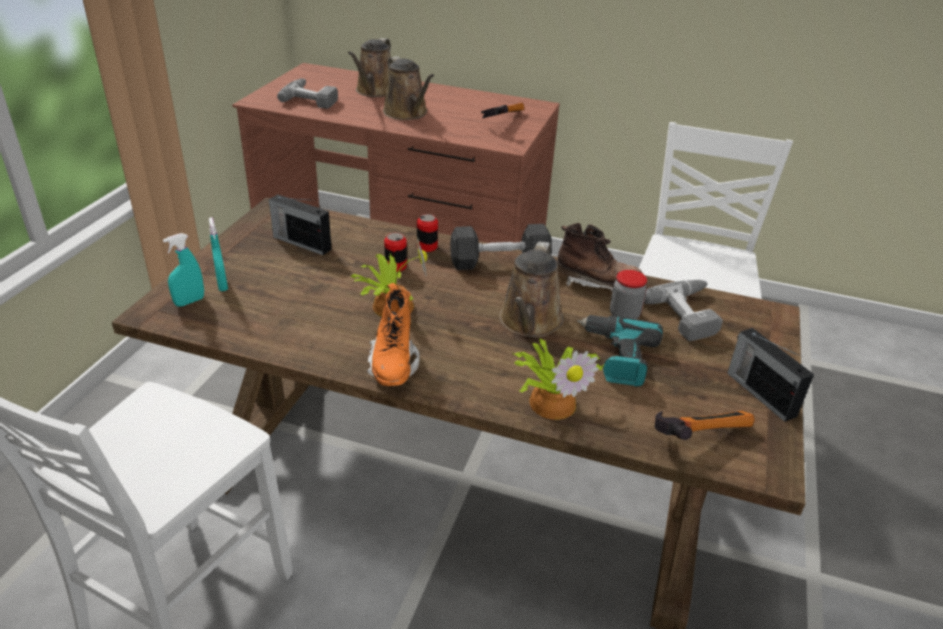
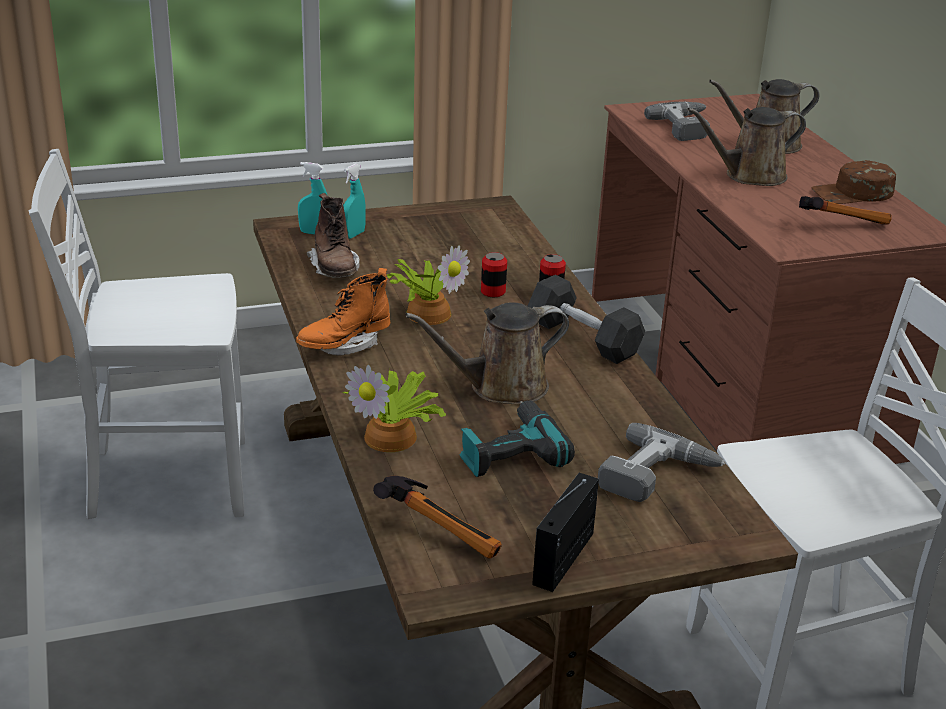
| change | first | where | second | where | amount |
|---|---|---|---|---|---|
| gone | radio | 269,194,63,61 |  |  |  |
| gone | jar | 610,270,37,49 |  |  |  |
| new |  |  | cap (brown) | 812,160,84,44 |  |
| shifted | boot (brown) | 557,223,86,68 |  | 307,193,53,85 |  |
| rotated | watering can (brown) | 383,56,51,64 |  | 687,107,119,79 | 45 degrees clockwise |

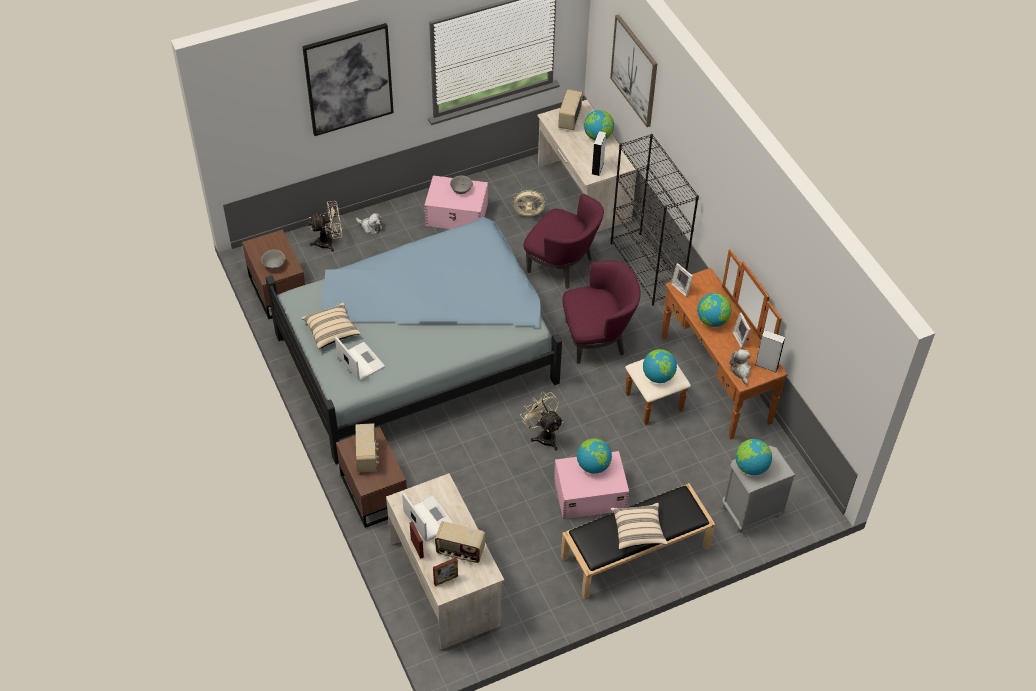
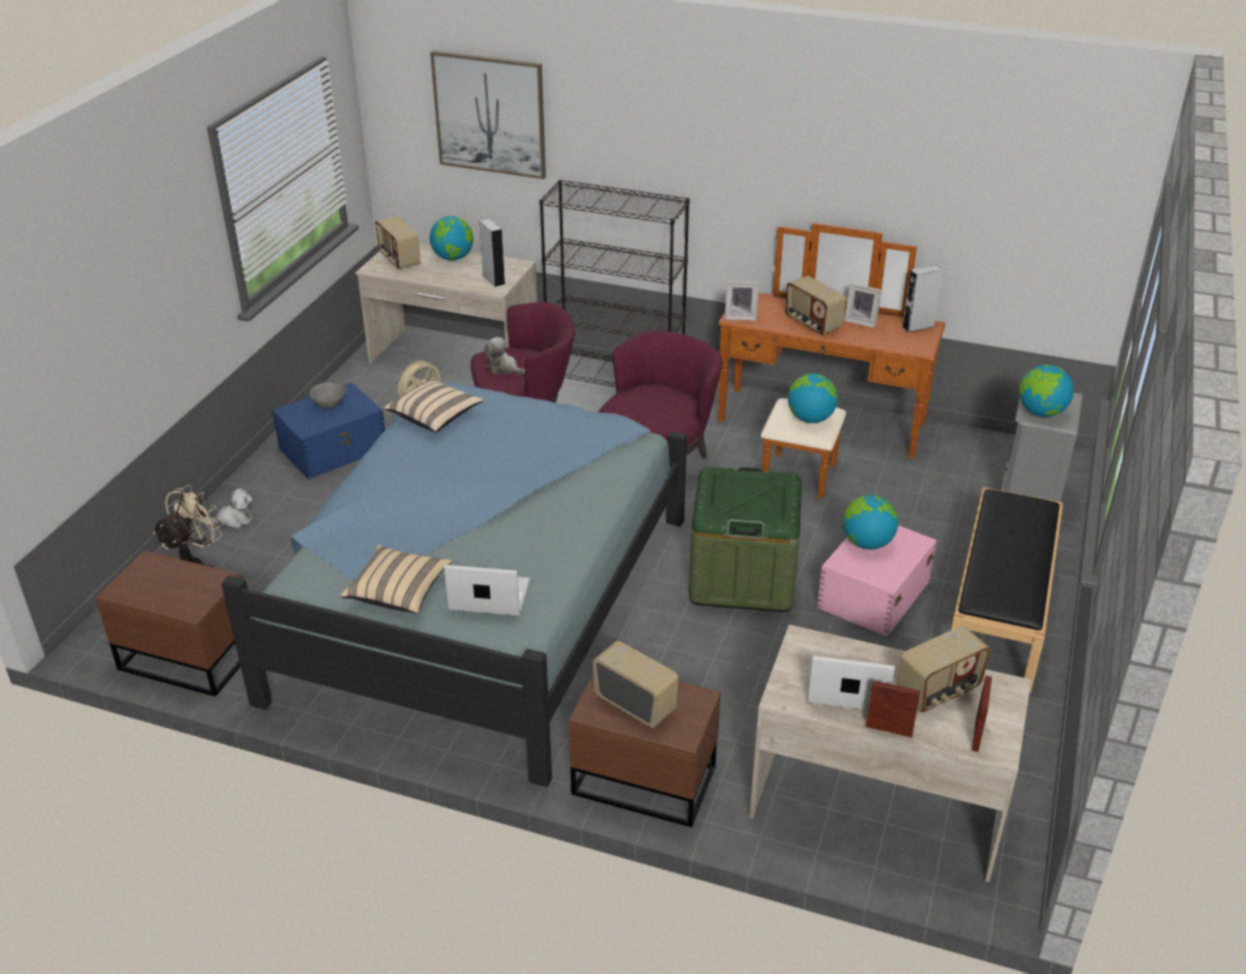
| change | first | where | second | where | amount |
|---|---|---|---|---|---|
| gone | bowl (grey) | 261,250,24,20 |  |  |  |
| gone | picture | 302,23,92,113 |  |  |  |
| shifted | pillow (beige) | 611,503,57,47 |  | 384,378,100,54 |  |
| shifted | plush toy | 729,349,22,36 |  | 484,337,41,38 |  |
| swapped | fan (beige) | 520,392,43,58 | storage box (green) | 689,466,113,146 |  |
| swapped | globe | 697,293,34,34 | radio | 785,276,61,59 |  |
| repainted | storage box (pink) | 425,175,63,54 | storage box (blue) | 272,382,113,97 |  |

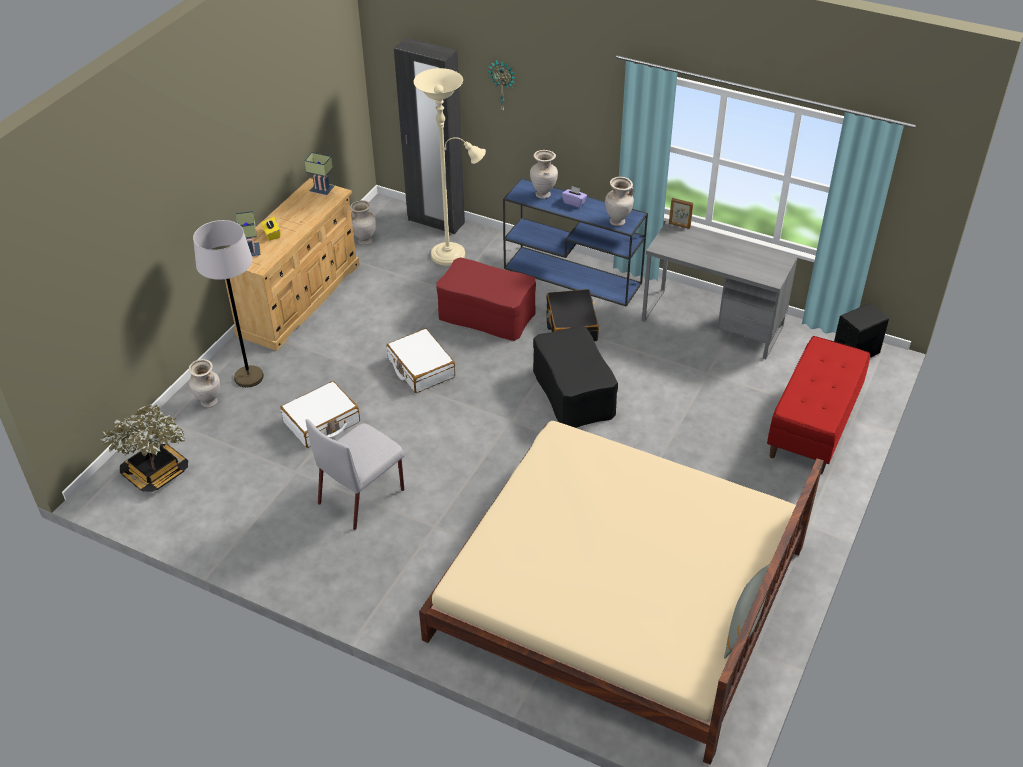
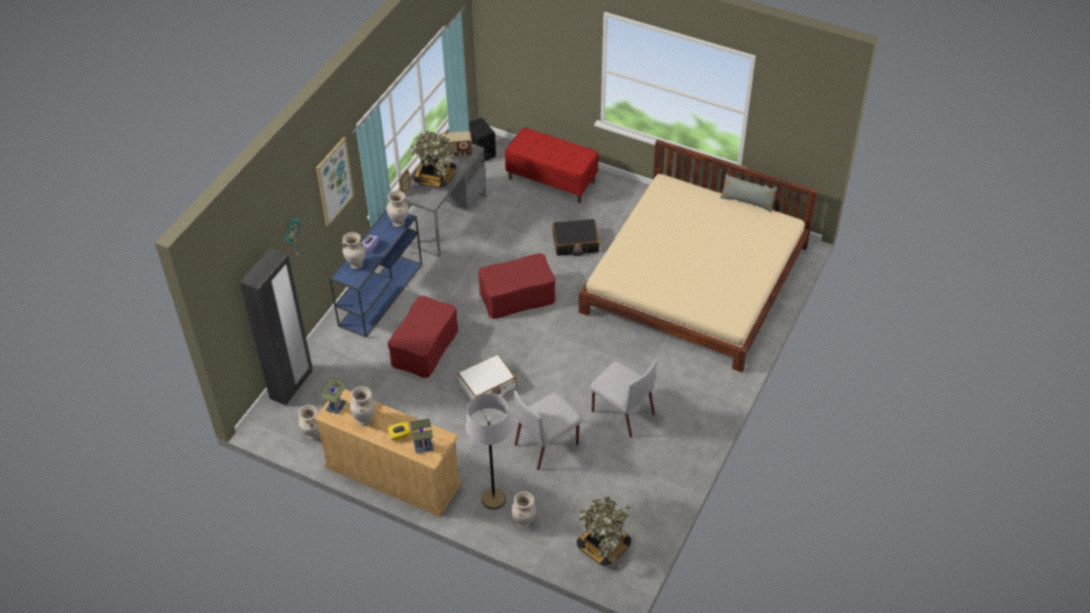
| change | first | where | second | where | amount |
|---|---|---|---|---|---|
| gone | floor lamp (beige) | 414,68,72,198 |  |  |  |
| new |  |  | picture | 316,137,38,89 |  |
| new |  |  | vase (beige) | 350,387,25,38 |  |
| new |  |  | potted plant | 410,131,47,57 |  |
| new |  |  | radio | 441,131,31,26 |  |
| shifted | suitcase (black) | 546,289,53,52 |  | 552,219,47,37 |  |
| swapped | suitcase (white) | 280,381,80,67 | chair (grey) | 514,390,68,80 |  |
| repainted | ottoman (black) | 533,325,85,103 | ottoman (red) | 478,253,77,66 |  |

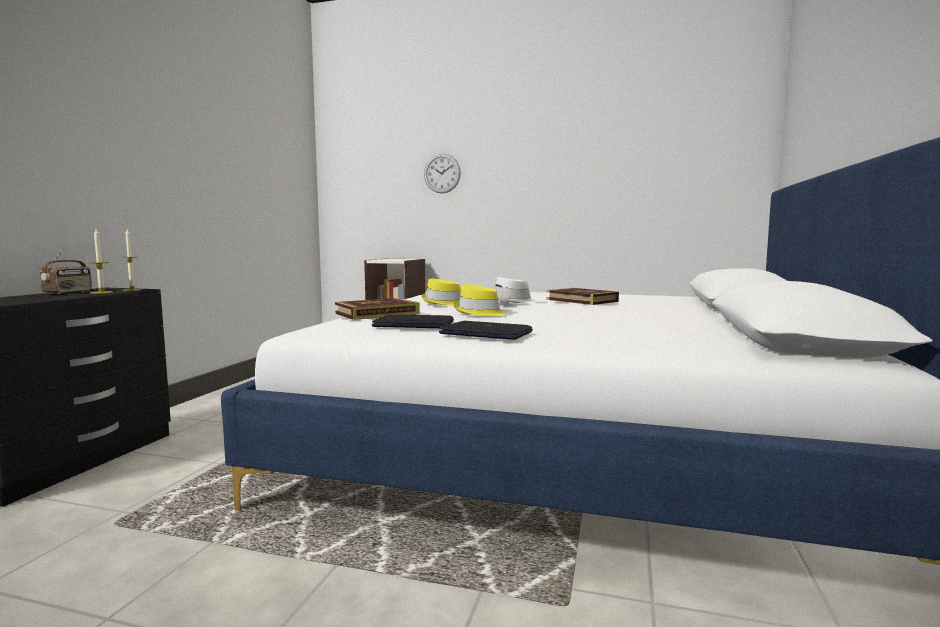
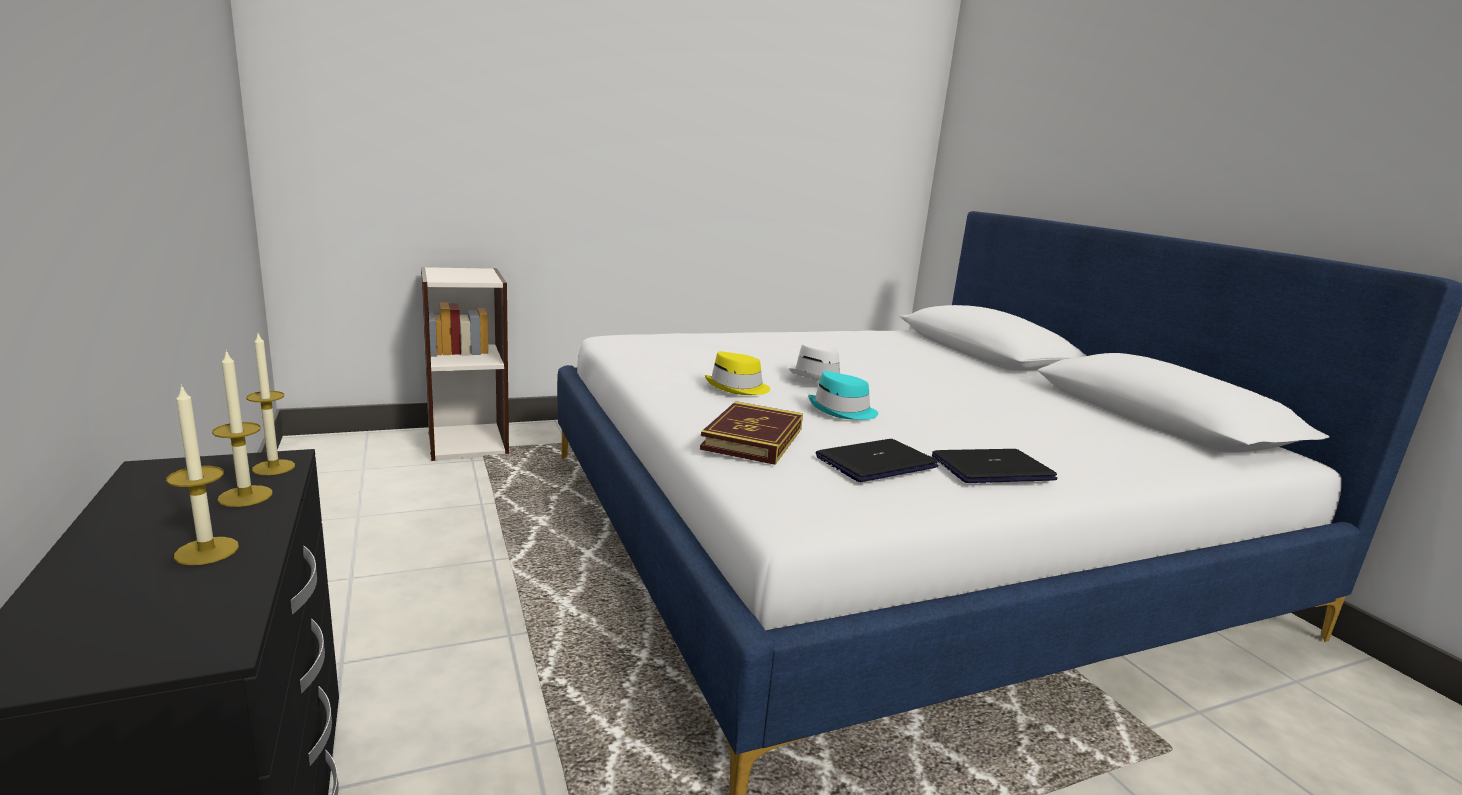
| change | first | where | second | where | amount |
|---|---|---|---|---|---|
| gone | radio | 40,247,52,47 |  |  |  |
| gone | wall clock | 424,154,37,39 |  |  |  |
| gone | book | 547,288,72,17 |  |  |  |
| new |  |  | candle | 166,384,73,181 |  |
| repainted | hat (yellow) | 454,284,53,32 | hat (turquoise) | 808,371,70,49 |  |

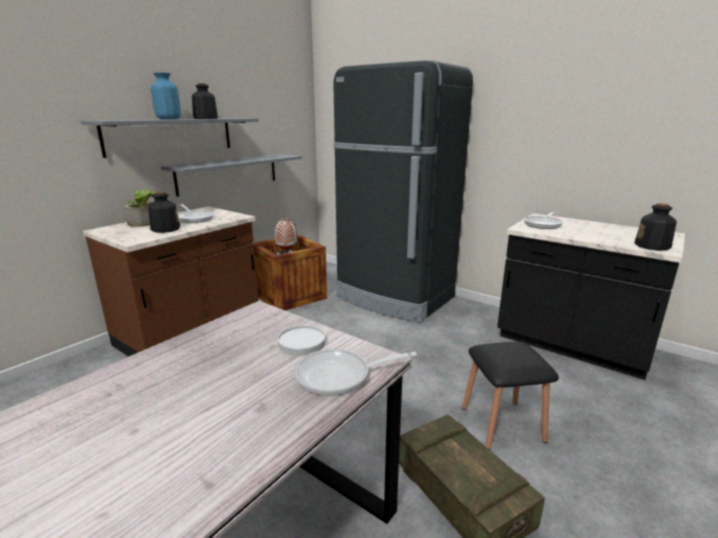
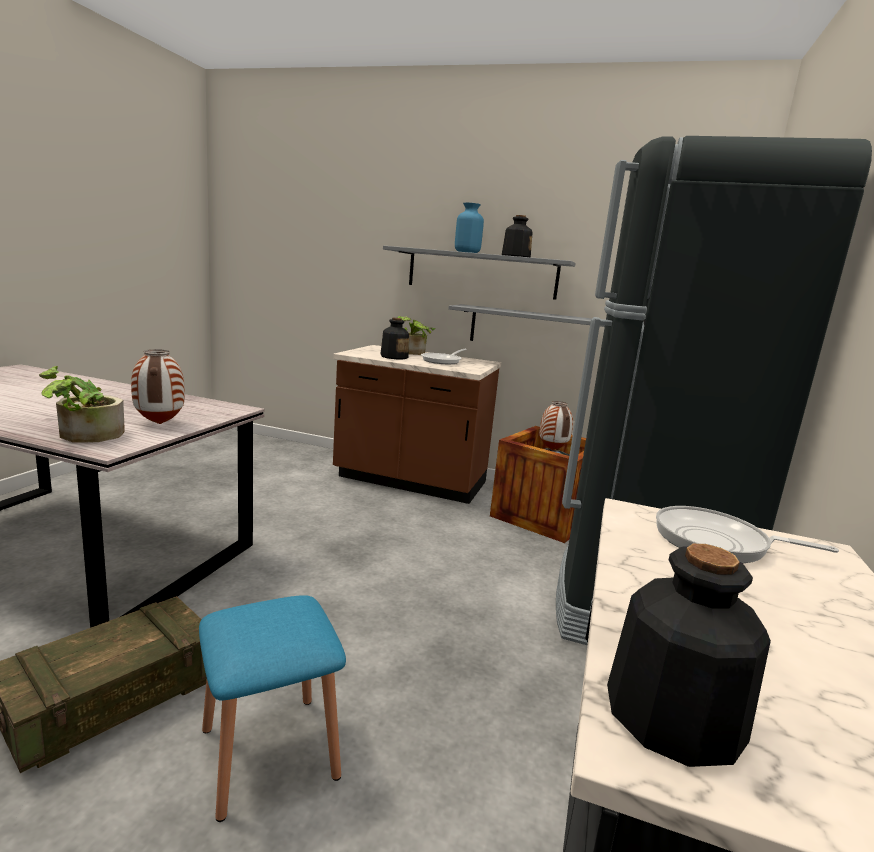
| change | first | where | second | where | amount |
|---|---|---|---|---|---|
| swapped | plate (white) | 278,326,48,30 | vase | 131,349,54,75 |  |
| swapped | frying pan | 294,349,123,47 | potted plant | 39,366,86,76 |  |
| repainted | stool (black) | 462,342,97,108 | stool (blue) | 199,595,147,227 |  |

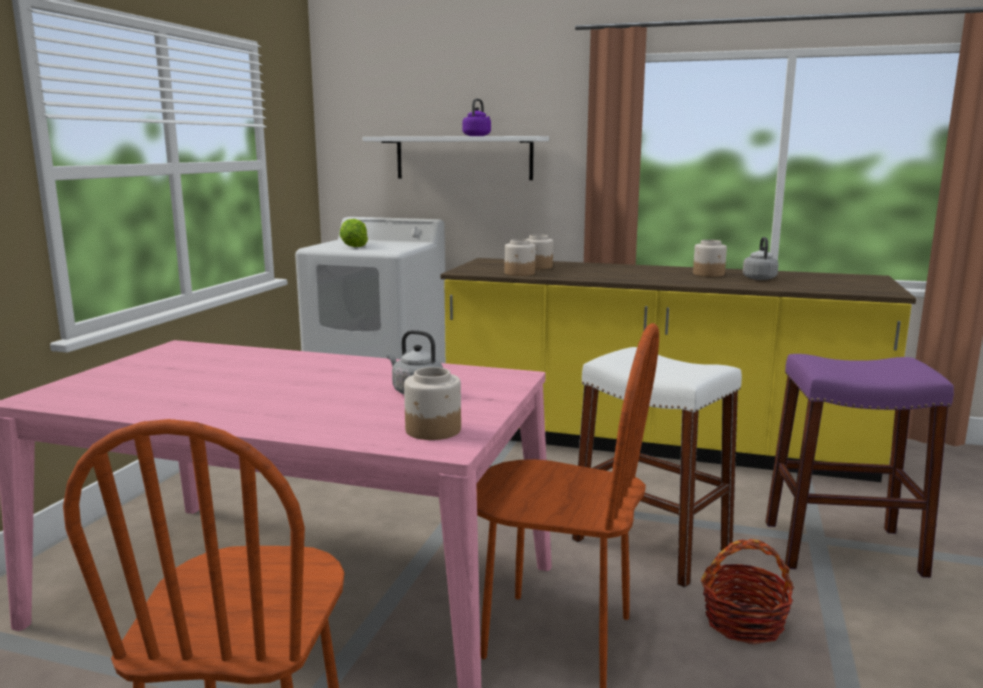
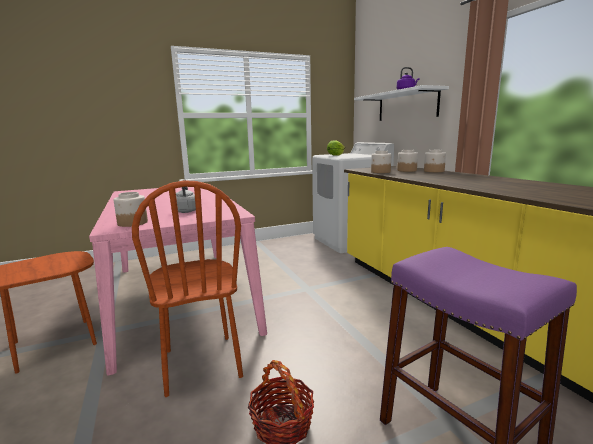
| change | first | where | second | where | amount |
|---|---|---|---|---|---|
| gone | stool (white) | 572,347,170,241 |  |  |  |
| gone | kettle (grey) | 743,237,36,43 |  |  |  |
| shifted | jar | 693,240,34,37 |  | 424,150,22,22 |  |

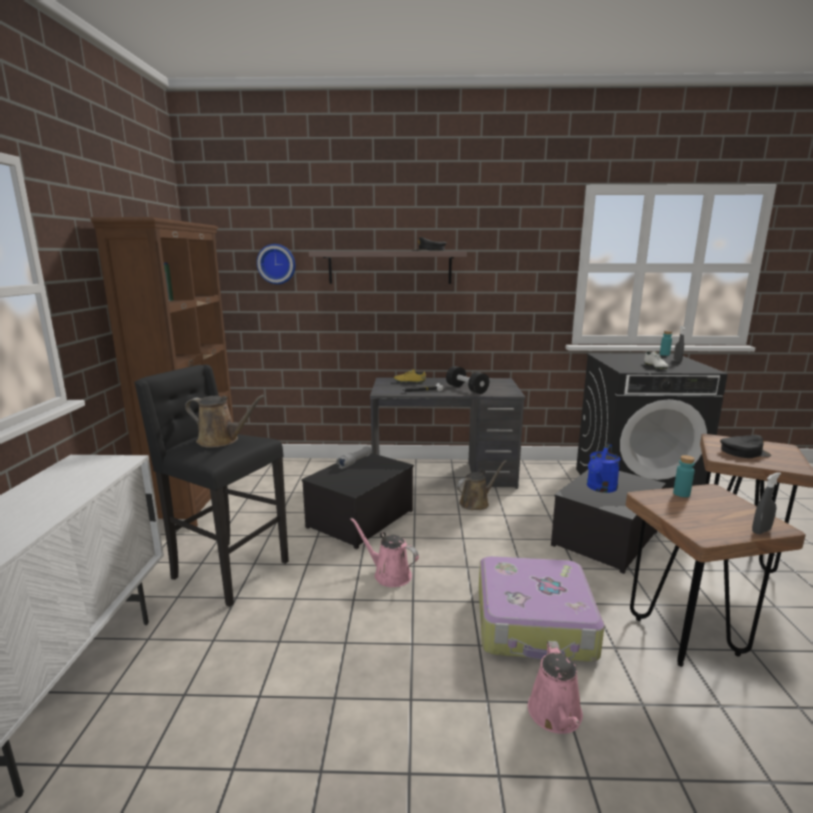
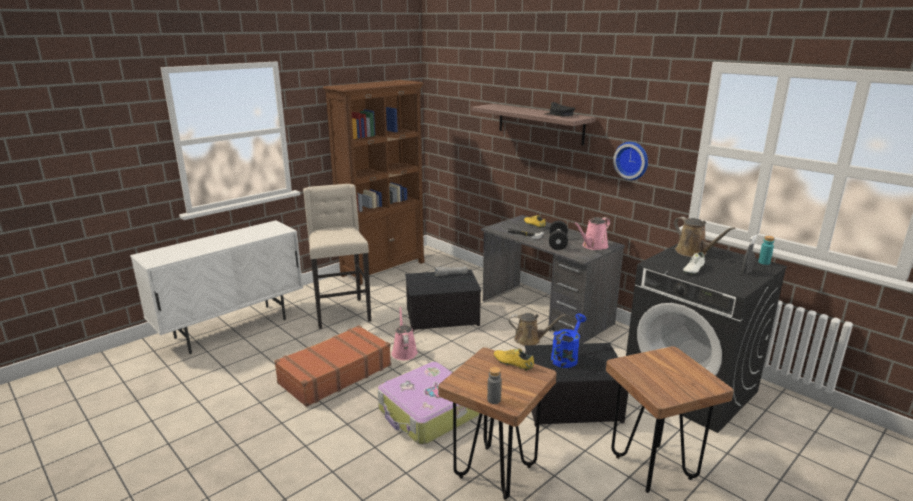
| change | first | where | second | where | amount |
|---|---|---|---|---|---|
| gone | cap (black) | 720,435,51,23 |  |  |  |
| new |  |  | suitcase (brown) | 274,325,117,82 |  |
| shifted | watering can (brown) | 185,395,80,53 |  | 674,217,61,40 |  |
| shifted | wall clock | 257,244,38,40 |  | 613,142,35,38 |  |
| shifted | watering can (pink) | 528,641,55,93 |  | 573,217,38,33 |  |
| swapped | bottle (turquoise) | 673,455,22,42 | shoe (yellow) | 494,349,40,22 |  |
| swapped | spray bottle (grey) | 752,472,29,62 | bottle (grey) | 487,367,15,37 |  |
| repainted | stool (black) | 134,365,155,242 | stool (beige) | 303,184,68,145 |  |
| rotated | watering can (blue) | 587,444,33,49 |  | 551,313,35,55 | 135 degrees clockwise |

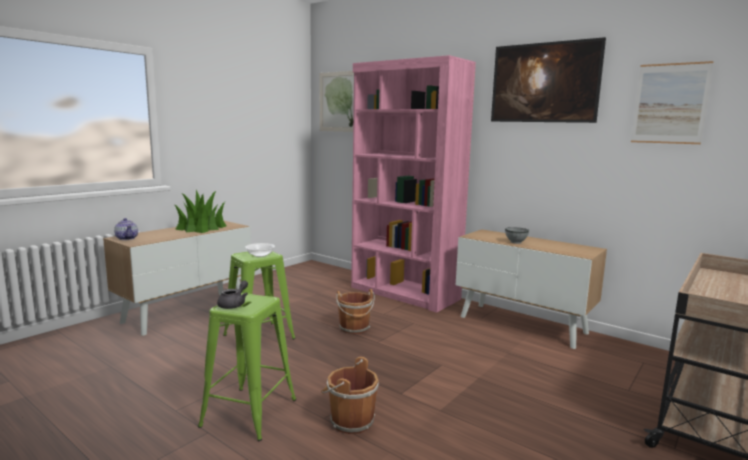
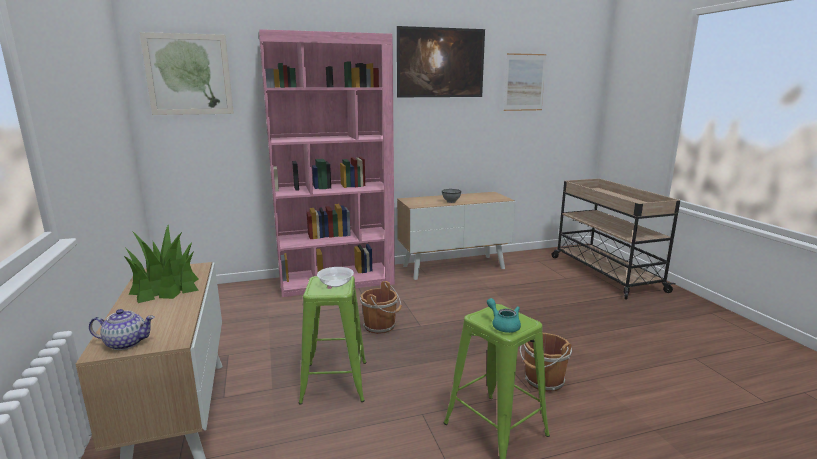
| change | first | where | second | where | amount |
|---|---|---|---|---|---|
| repainted | teapot (grey) | 217,280,31,29 | teapot (turquoise) | 487,298,34,35 |  |

